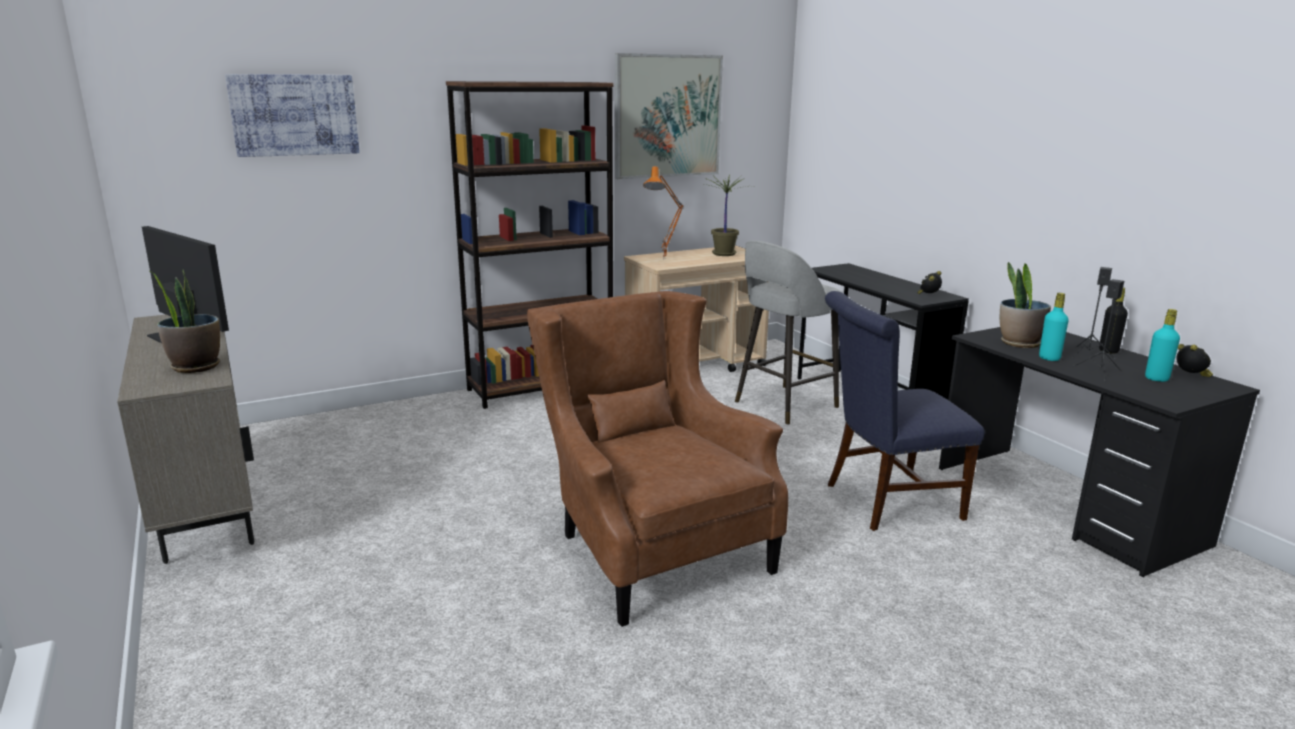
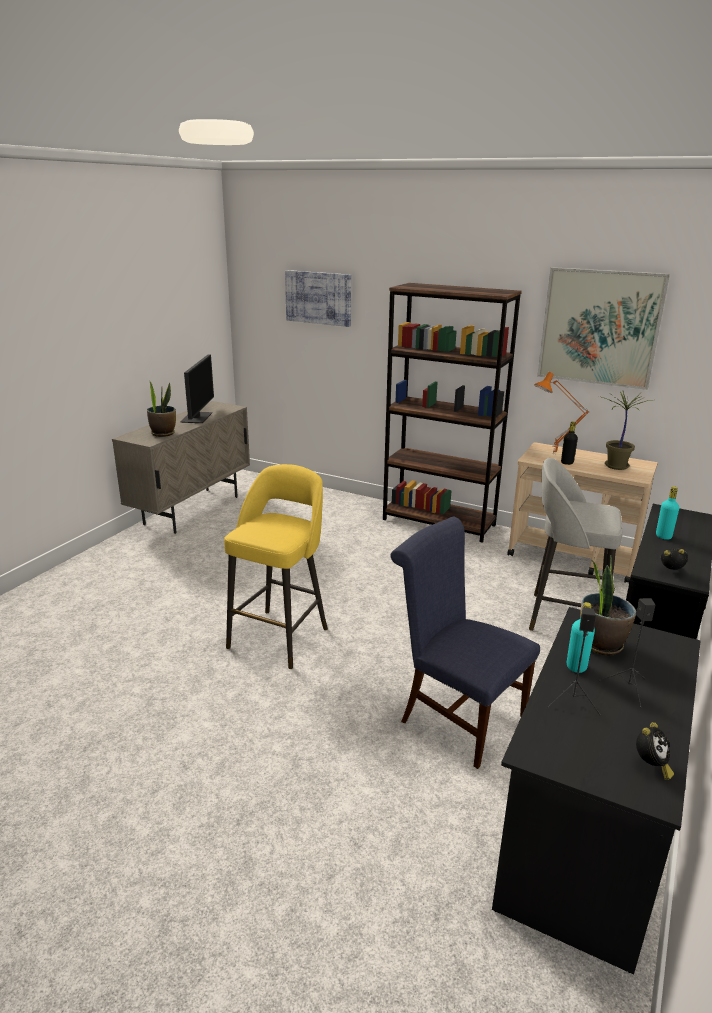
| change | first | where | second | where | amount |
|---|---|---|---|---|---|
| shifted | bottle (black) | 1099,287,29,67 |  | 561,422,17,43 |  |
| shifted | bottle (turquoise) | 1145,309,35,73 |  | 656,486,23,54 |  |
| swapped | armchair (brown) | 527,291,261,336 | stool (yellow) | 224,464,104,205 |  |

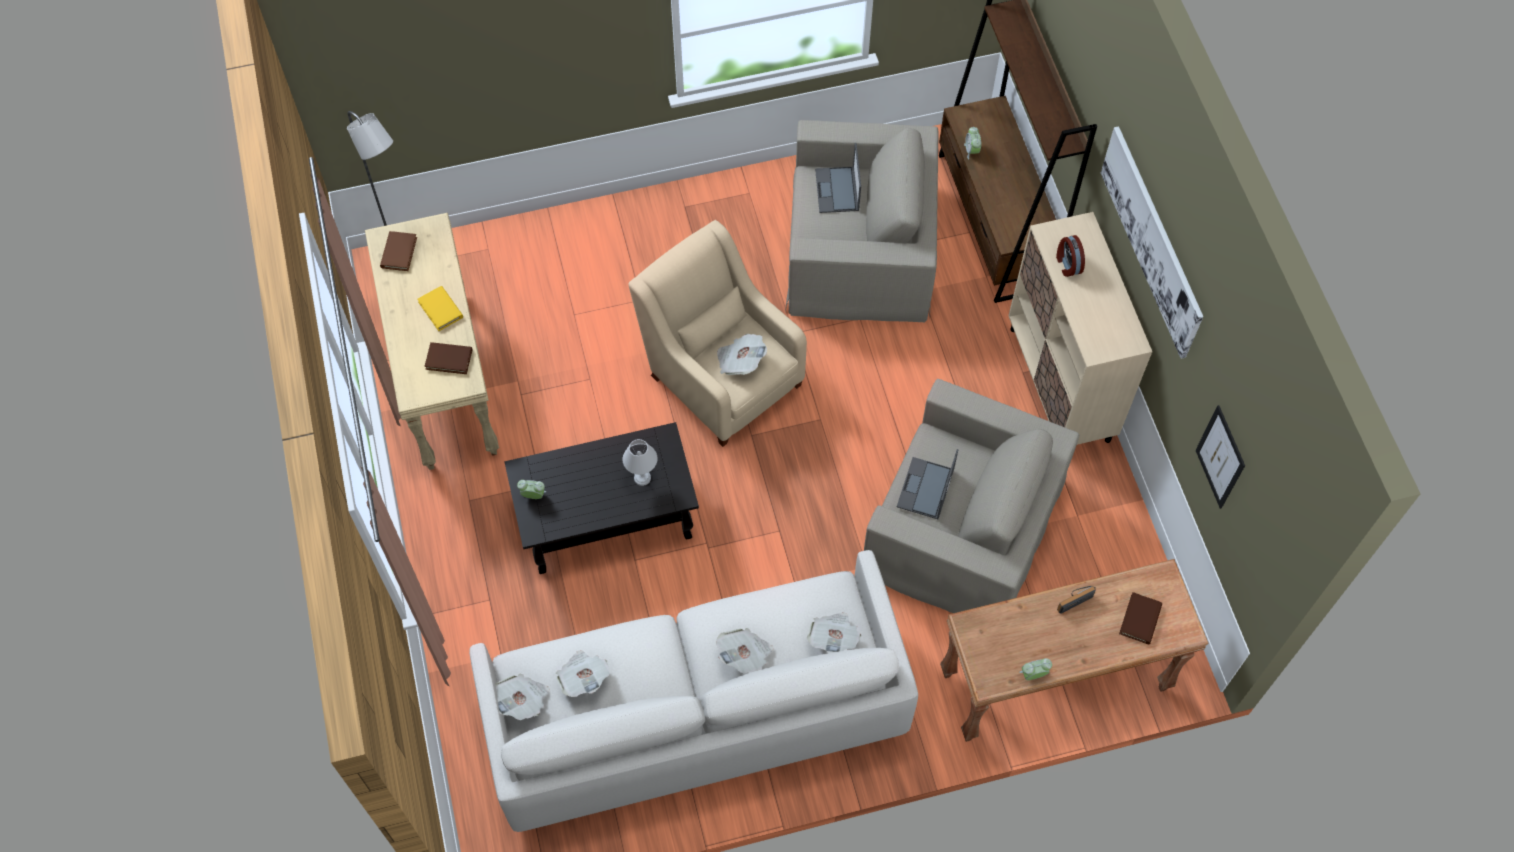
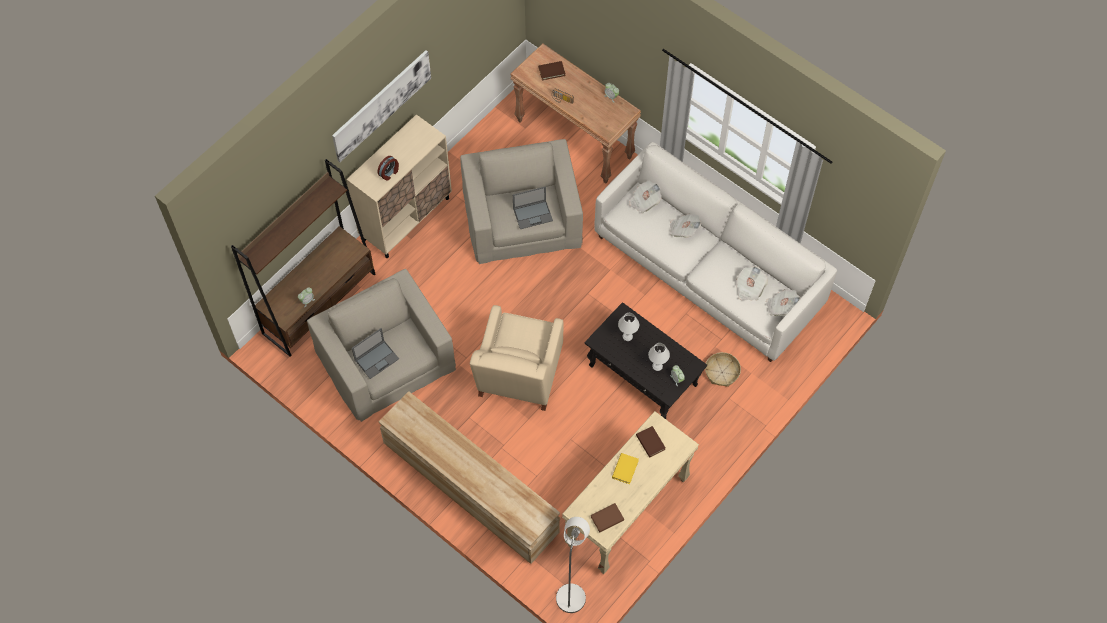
| change | first | where | second | where | amount |
|---|---|---|---|---|---|
| gone | newspaper | 717,334,50,41 |  |  |  |
| gone | picture | 1195,405,50,104 |  |  |  |
| new |  |  | tv stand (beige) | 379,391,181,173 |  |
| new |  |  | table lamp (white) | 648,343,22,28 |  |
| new |  |  | basket | 705,352,36,35 |  |

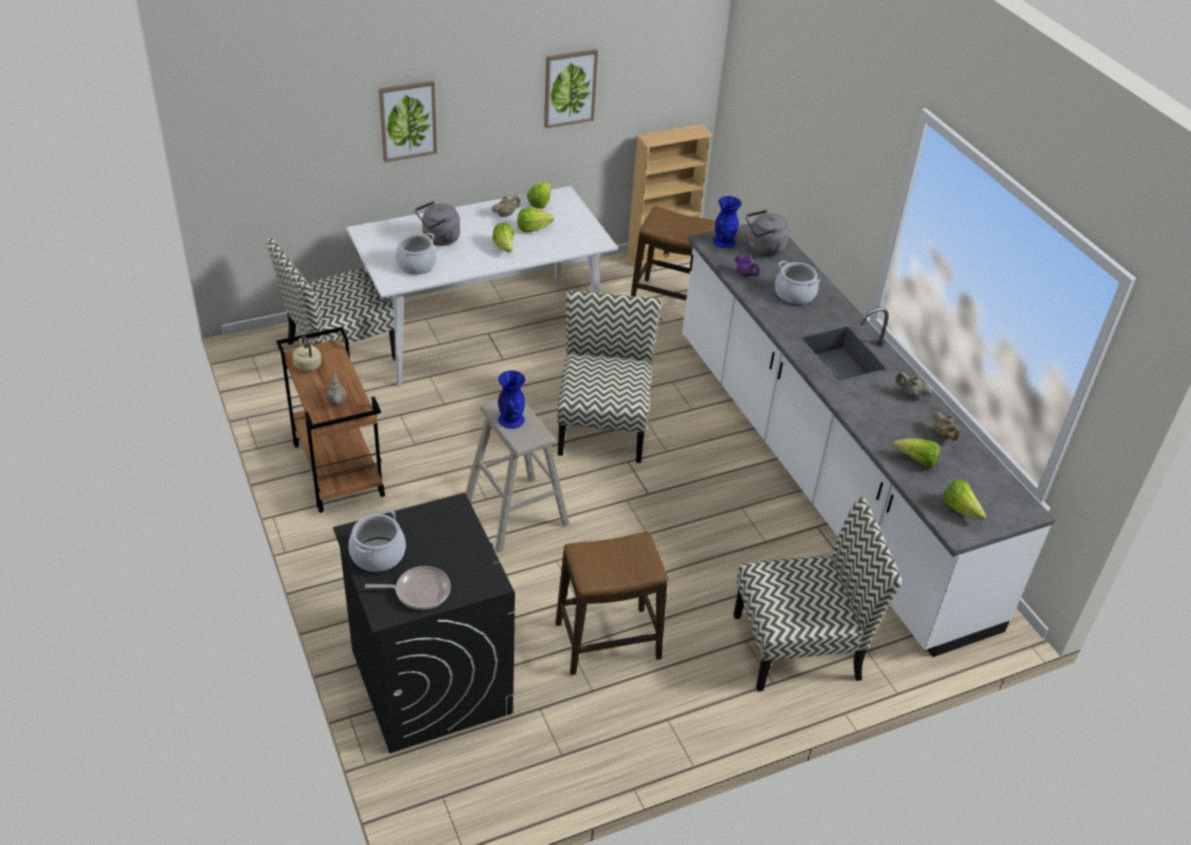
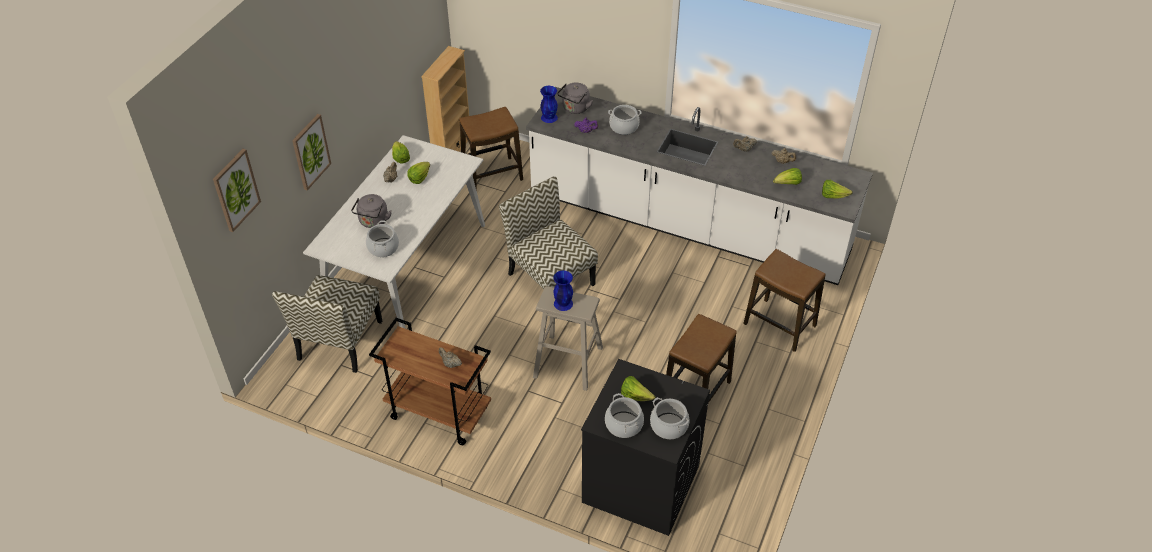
| change | first | where | second | where | amount |
|---|---|---|---|---|---|
| gone | kettle (beige) | 293,335,28,36 |  |  |  |
| shifted | lettuce | 493,223,21,29 |  | 621,376,34,25 |  |
| shifted | picture | 544,49,54,80 |  | 213,149,48,83 |  |
| swapped | frying pan | 365,566,86,44 | cooking pot | 650,397,39,42 |  |
| swapped | chair | 733,497,169,194 | stool | 743,249,82,103 |  |

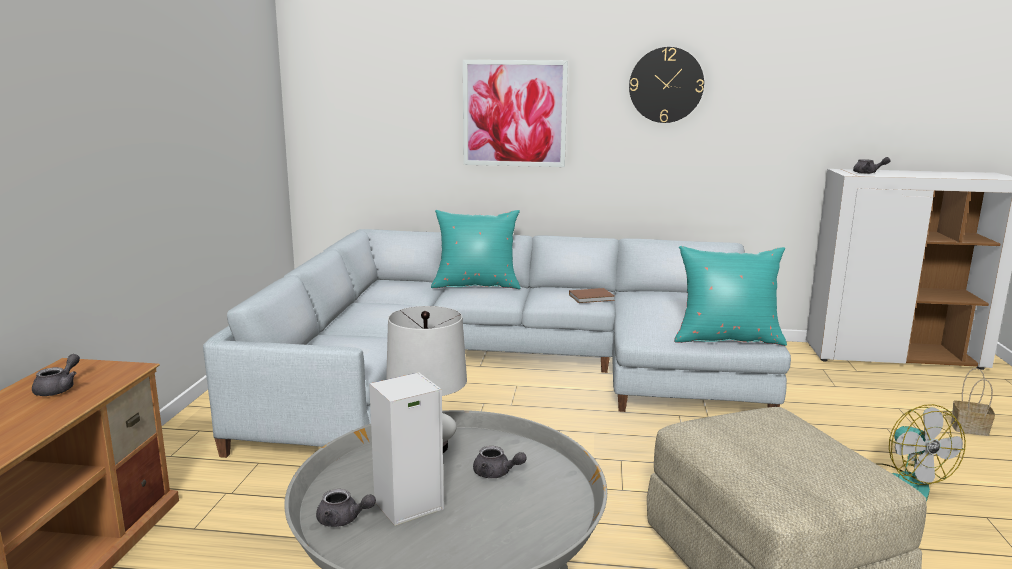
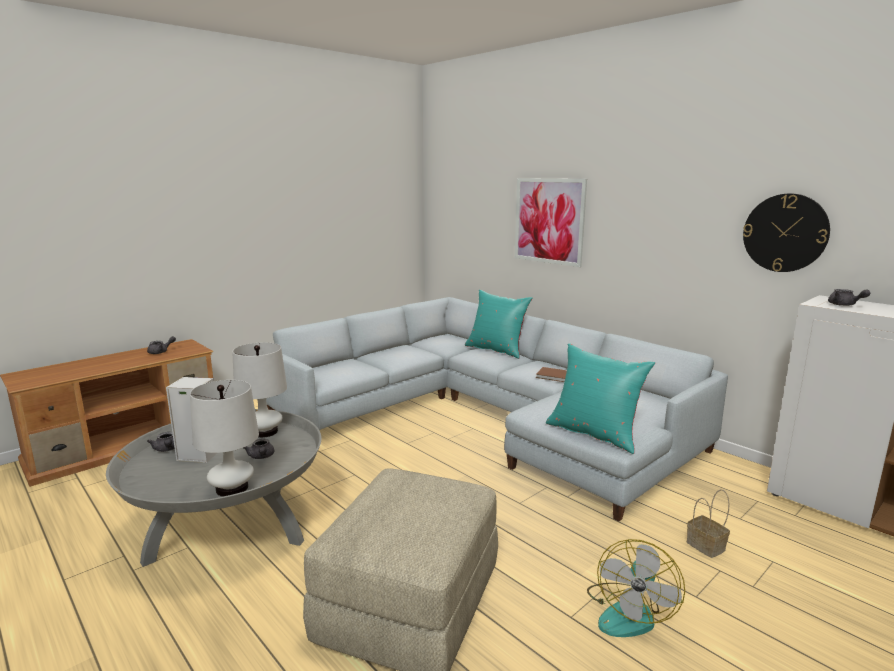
| change | first | where | second | where | amount |
|---|---|---|---|---|---|
| new |  |  | table lamp (white) | 190,380,69,117 |  |
| shifted | wall clock | 629,47,75,76 |  | 743,193,87,79 |  |
| shifted | basket | 951,368,44,68 |  | 687,489,43,69 |  |

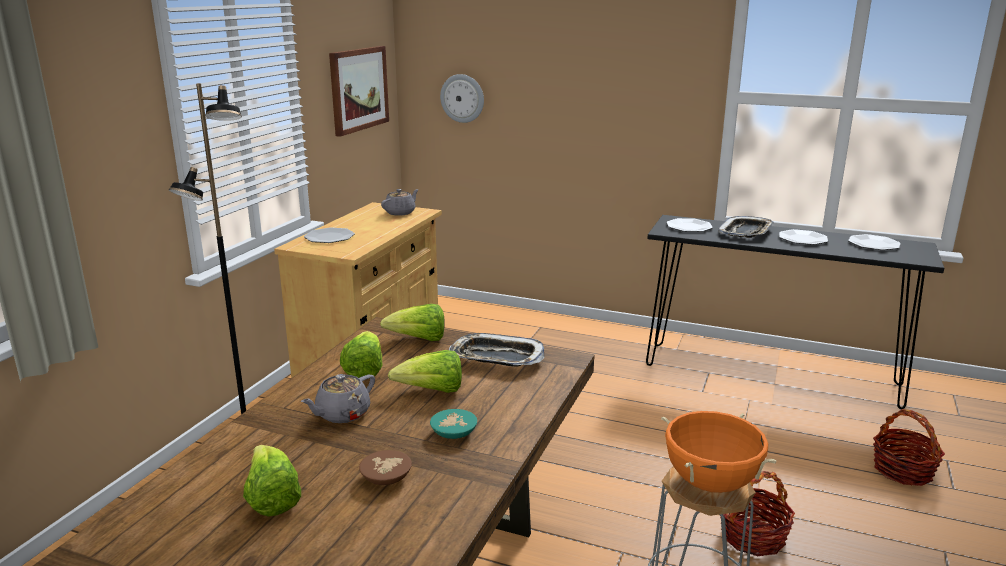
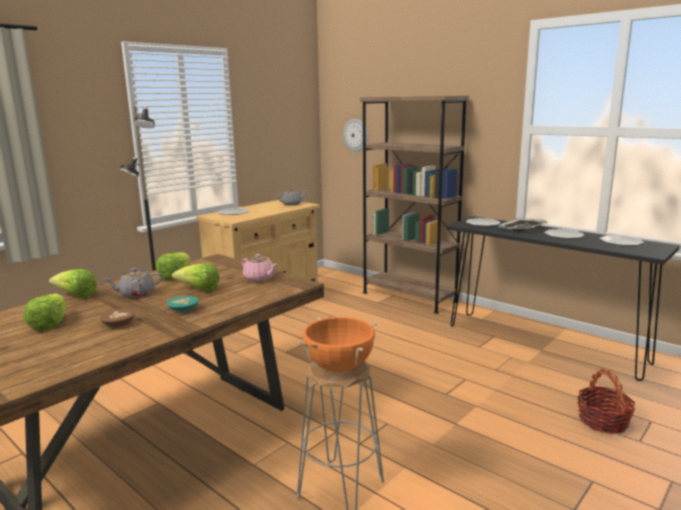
| change | first | where | second | where | amount |
|---|---|---|---|---|---|
| gone | picture | 329,46,60,91 |  |  |  |
| gone | basket | 720,471,75,85 |  |  |  |
| new |  |  | bookcase (brown) | 360,96,109,218 |  |
| shifted | lettuce | 380,304,65,37 |  | 49,269,48,29 |  |
| swapped | tray | 449,333,96,34 | teapot (pink) | 241,254,37,28 |  |

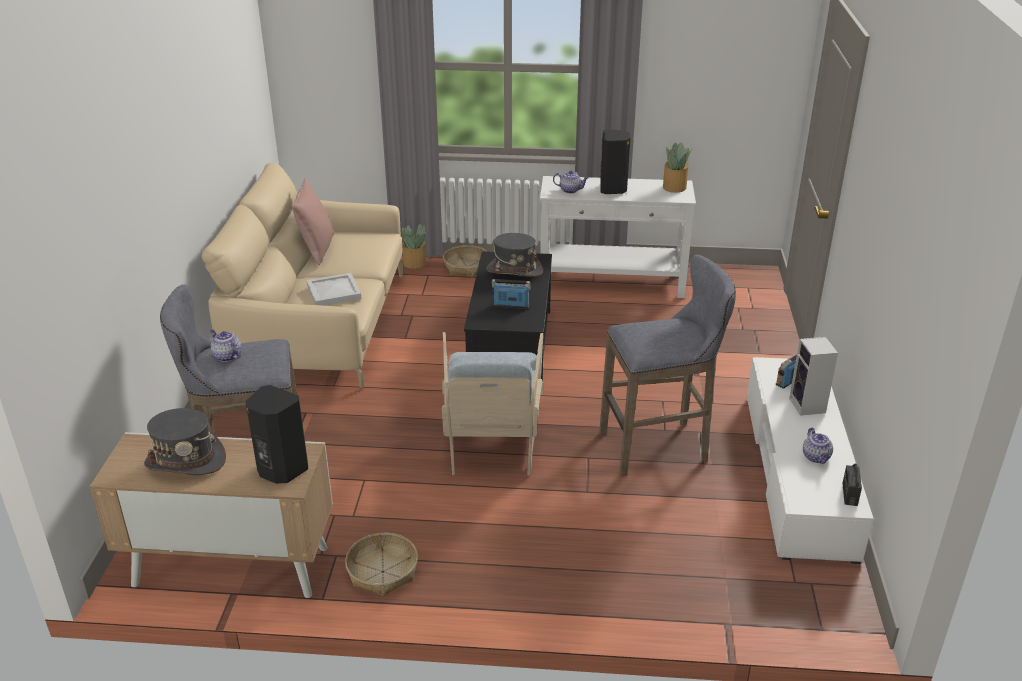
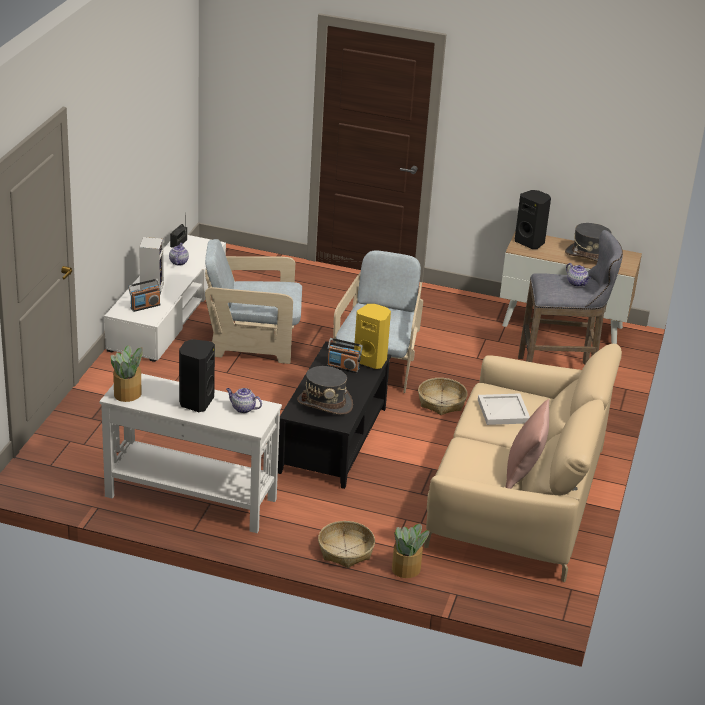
| change | first | where | second | where | amount |
|---|---|---|---|---|---|
| new |  |  | speaker (yellow) | 354,304,37,65 |  |
| shifted | basket | 345,533,73,63 |  | 418,378,50,37 |  |
| swapped | stool (grey) | 599,255,137,222 | armchair (beige) | 205,239,97,125 |  |

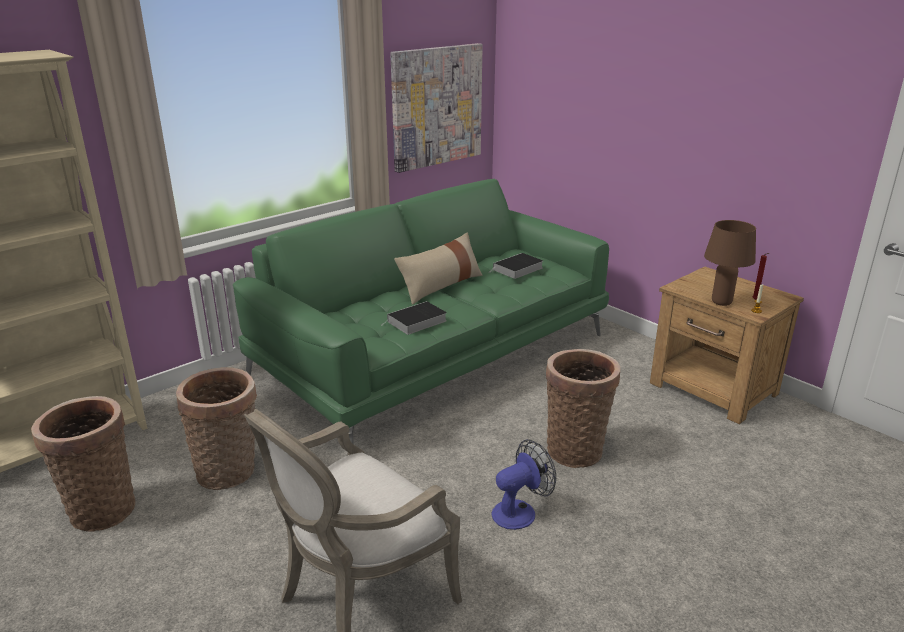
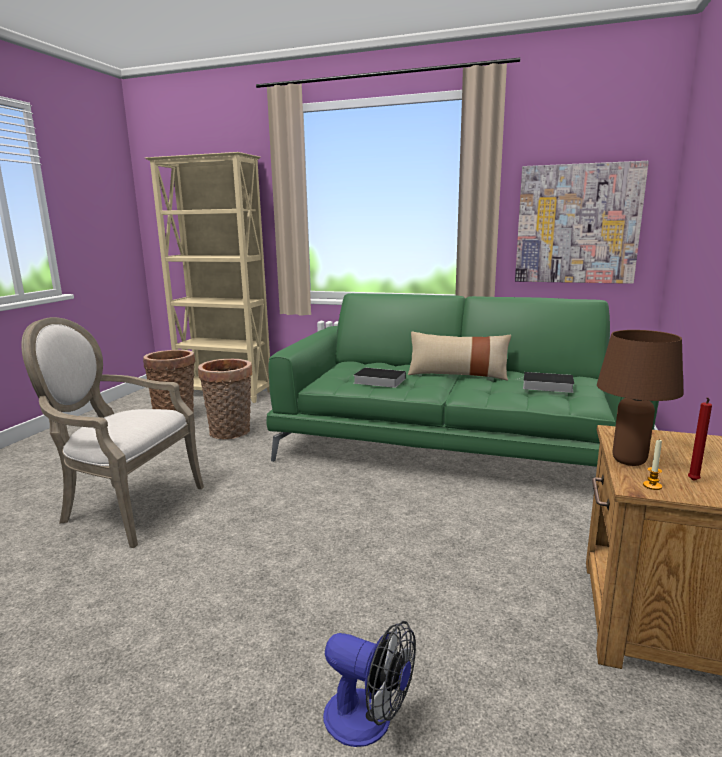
| change | first | where | second | where | amount |
|---|---|---|---|---|---|
| gone | basket | 546,349,74,119 |  |  |  |
| shifted | fan | 492,439,64,91 |  | 323,621,93,126 |  |

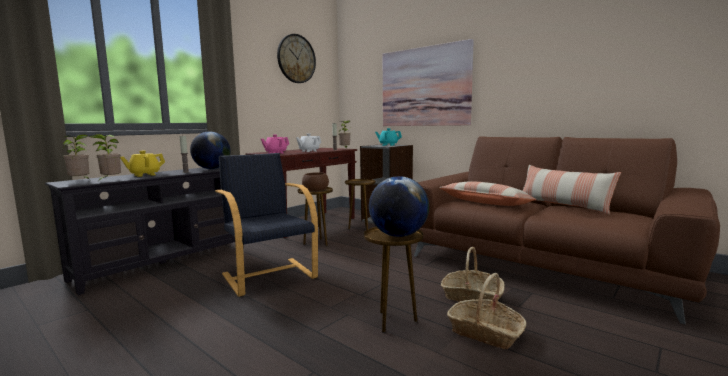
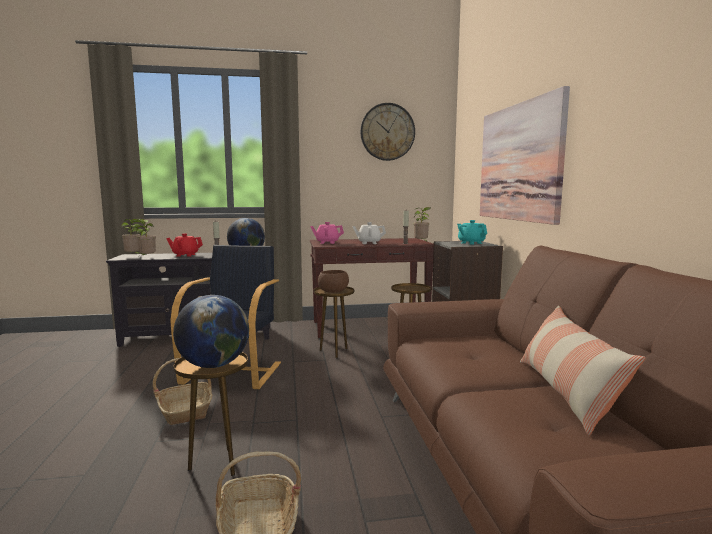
| change | first | where | second | where | amount |
|---|---|---|---|---|---|
| gone | pillow | 439,182,97,24 |  |  |  |
| shifted | basket | 441,247,63,57 |  | 153,358,60,67 |  |
| repainted | teapot (yellow) | 120,151,45,26 | teapot (red) | 166,233,37,24 |  |

